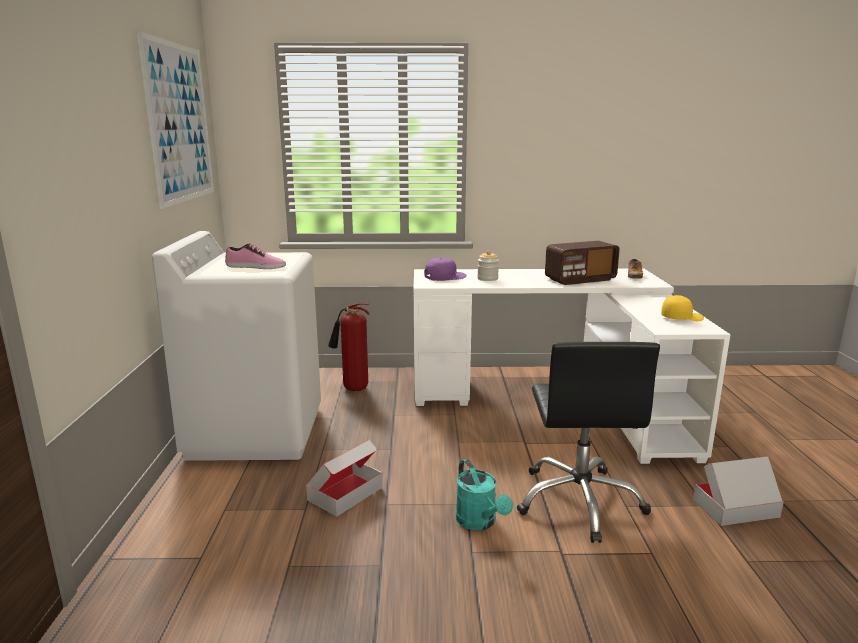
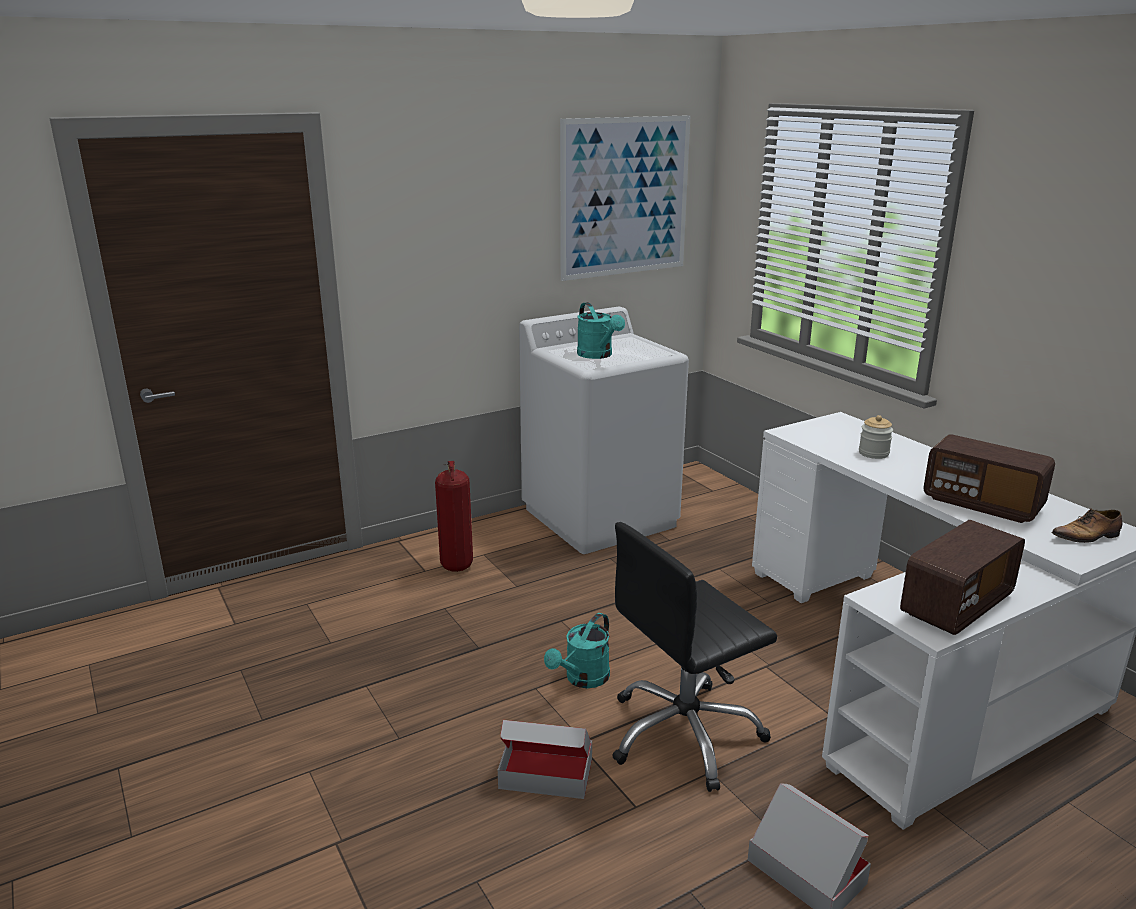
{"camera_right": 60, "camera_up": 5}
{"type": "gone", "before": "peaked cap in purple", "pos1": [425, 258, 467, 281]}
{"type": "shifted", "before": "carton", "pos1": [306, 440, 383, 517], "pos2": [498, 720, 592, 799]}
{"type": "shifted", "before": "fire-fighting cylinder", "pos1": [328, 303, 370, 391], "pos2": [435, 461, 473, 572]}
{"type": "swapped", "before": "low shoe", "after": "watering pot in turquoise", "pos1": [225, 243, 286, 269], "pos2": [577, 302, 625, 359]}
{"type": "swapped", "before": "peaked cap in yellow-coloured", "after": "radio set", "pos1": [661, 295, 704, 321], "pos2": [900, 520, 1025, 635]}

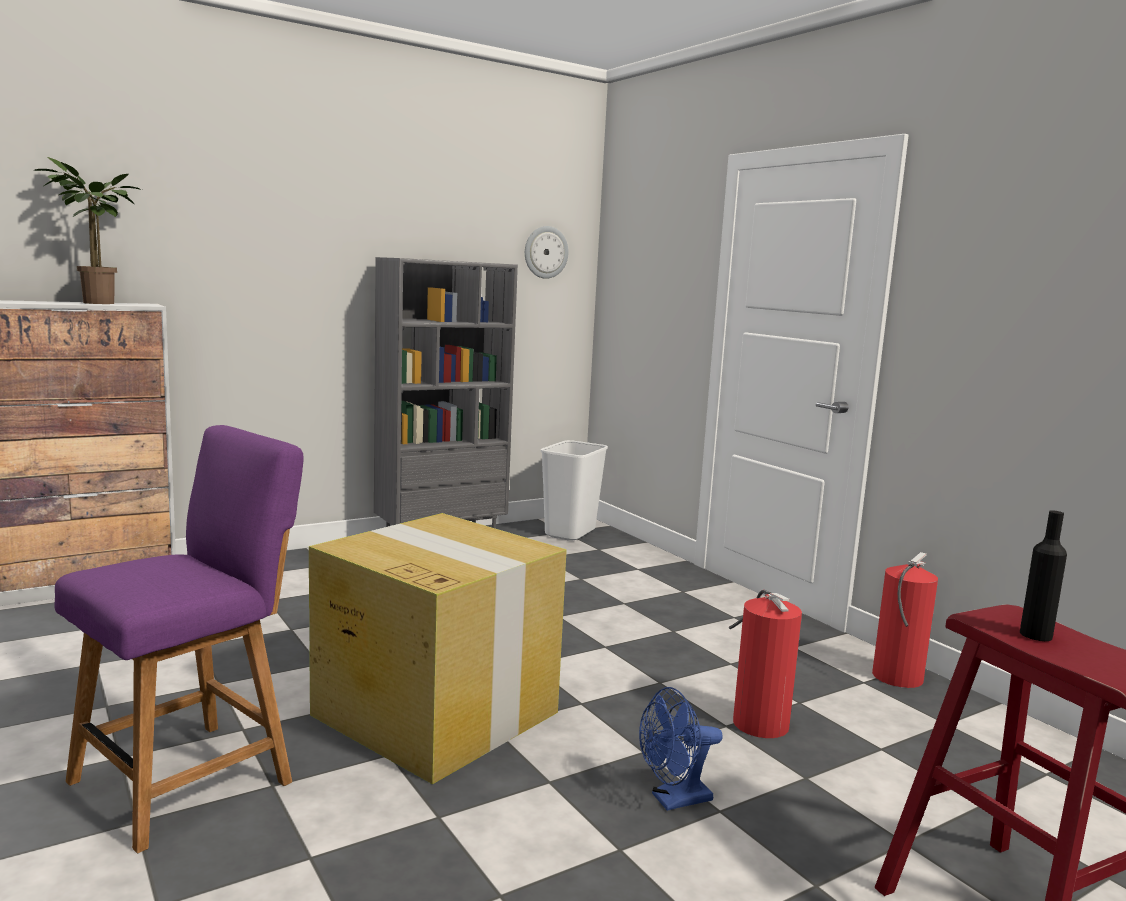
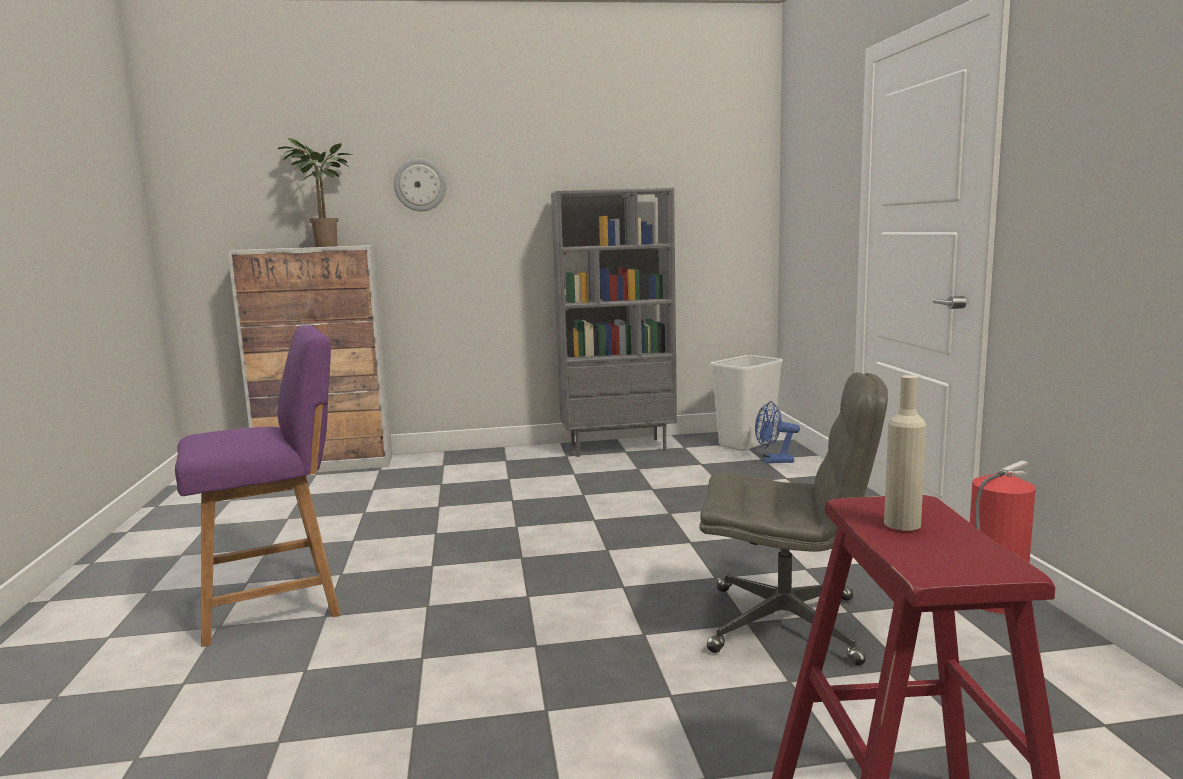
{"camera_right": 25, "camera_up": 0}
{"type": "gone", "before": "carton", "pos1": [309, 513, 567, 784]}
{"type": "shifted", "before": "hanging clock", "pos1": [525, 226, 569, 279], "pos2": [394, 158, 446, 211]}
{"type": "shifted", "before": "cooling fan in blue-coloured", "pos1": [639, 687, 723, 811], "pos2": [755, 401, 800, 463]}
{"type": "swapped", "before": "fire-fighting cylinder", "after": "office chair in greyish", "pos1": [729, 590, 802, 738], "pos2": [700, 372, 888, 665]}
{"type": "repainted", "before": "beverage bottle in black-coloured", "after": "beverage bottle in beige", "pos1": [1020, 510, 1067, 641], "pos2": [884, 375, 926, 531]}

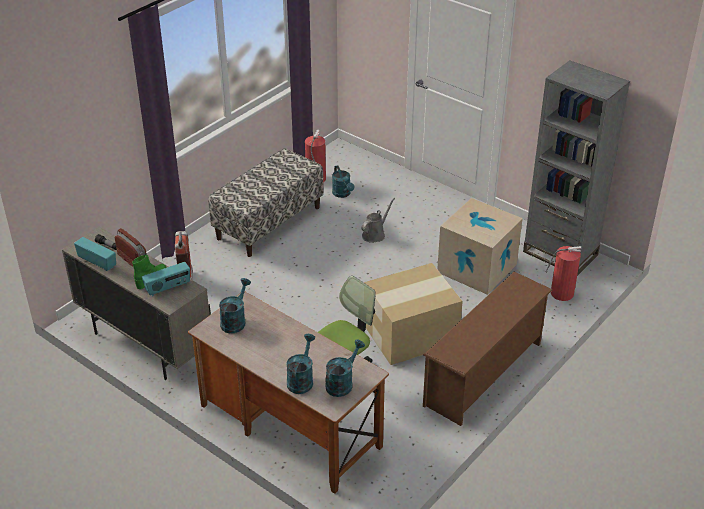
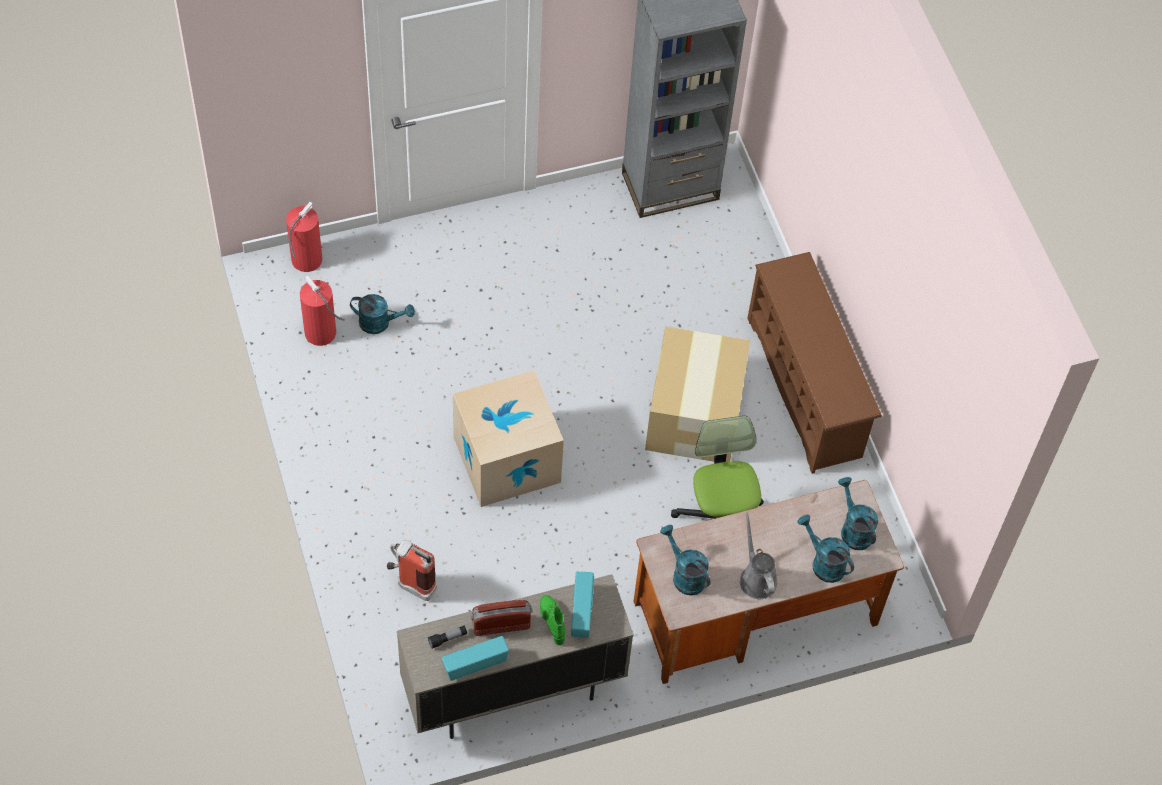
{"camera_right": -60, "camera_up": 20}
{"type": "gone", "before": "long seat", "pos1": [208, 148, 324, 257]}
{"type": "shifted", "before": "watering pot in greyish", "pos1": [362, 198, 395, 243], "pos2": [740, 513, 777, 599]}
{"type": "shifted", "before": "carton", "pos1": [437, 198, 523, 295], "pos2": [453, 370, 564, 507]}
{"type": "shifted", "before": "fire-fighting cylinder", "pos1": [546, 246, 582, 301], "pos2": [286, 202, 322, 272]}

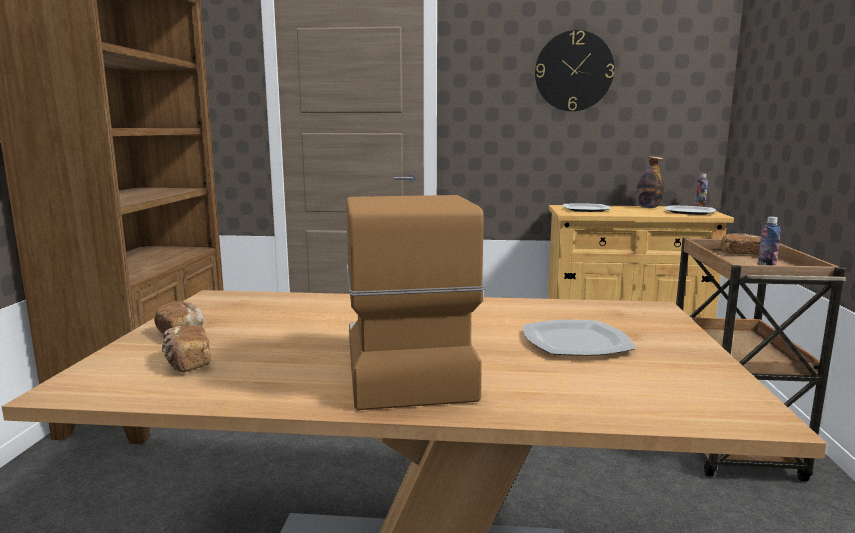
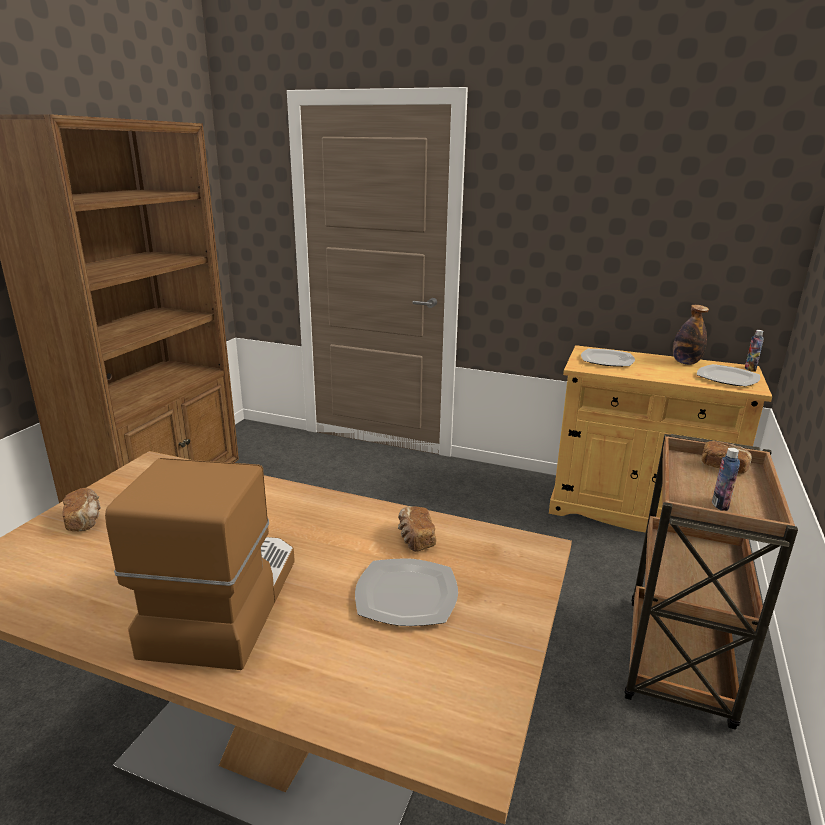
{"camera_right": 15, "camera_up": 10}
{"type": "gone", "before": "hanging clock", "pos1": [535, 30, 614, 111]}
{"type": "shifted", "before": "bread", "pos1": [162, 326, 211, 372], "pos2": [398, 506, 436, 552]}

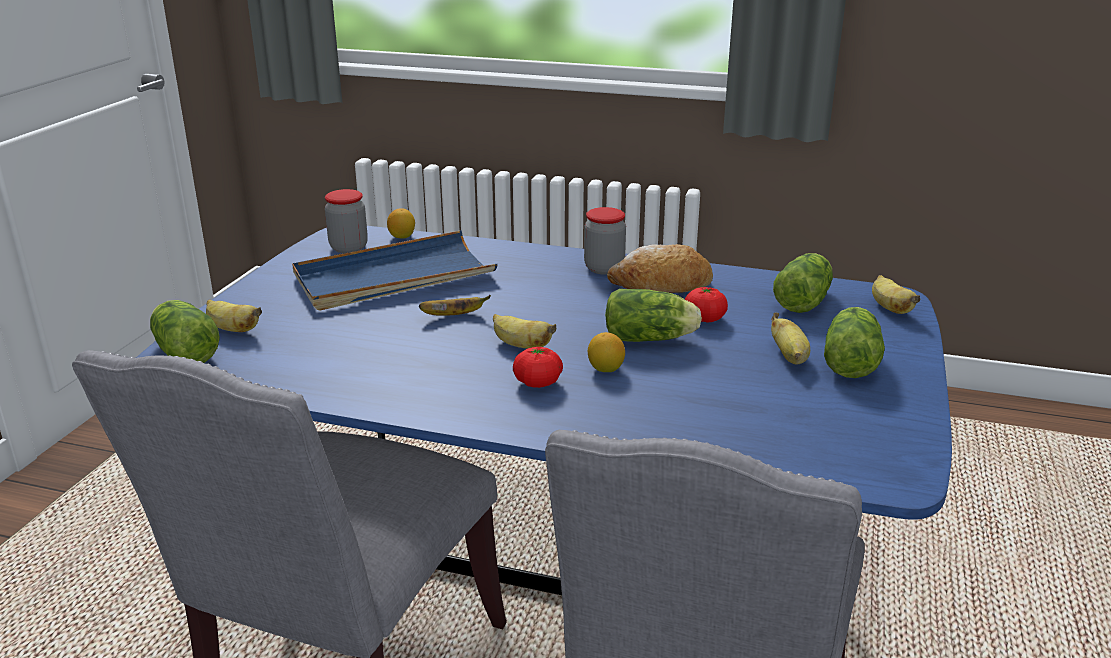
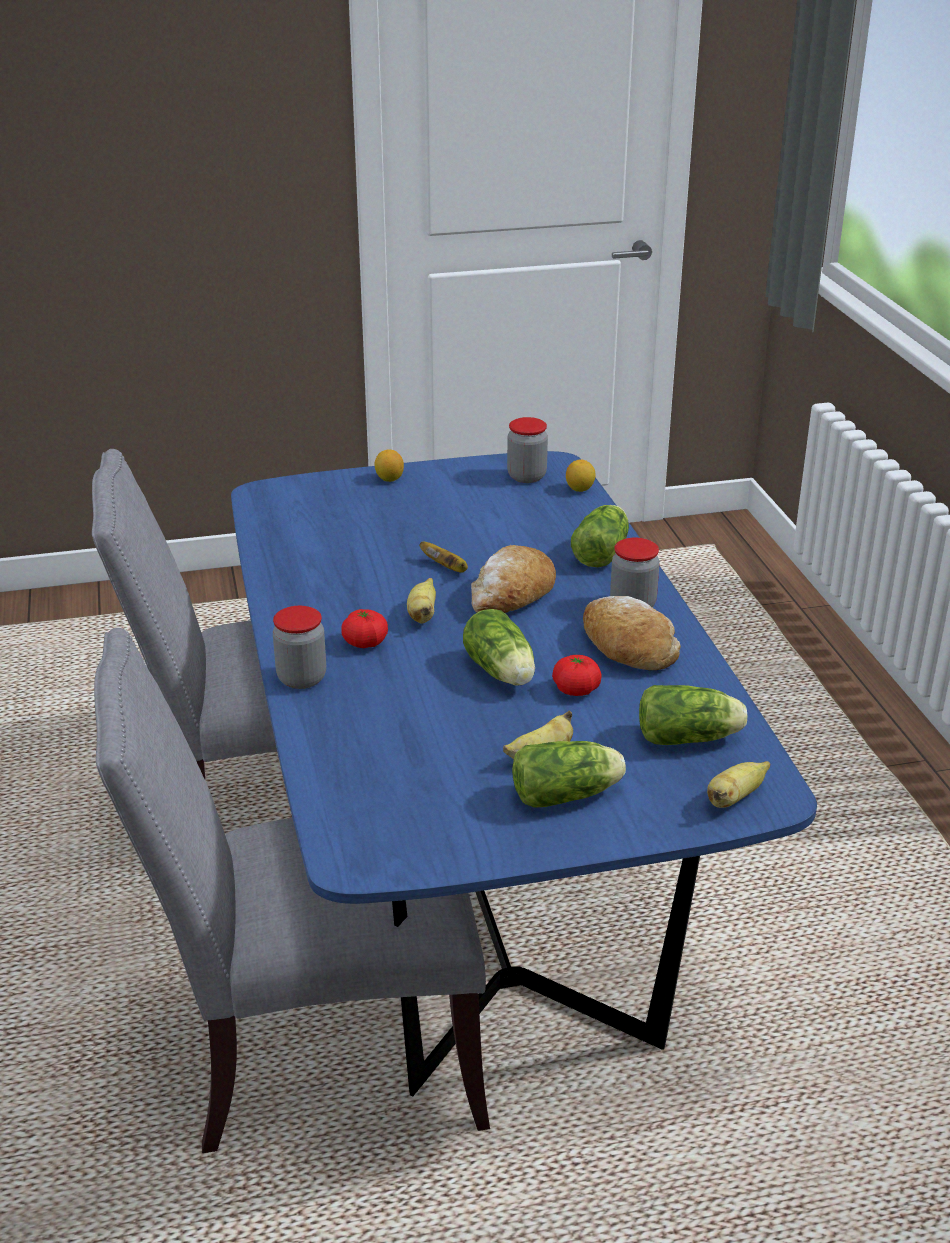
{"camera_right": 60, "camera_up": 5}
{"type": "gone", "before": "banana", "pos1": [206, 299, 262, 332]}
{"type": "gone", "before": "serving tray in blue-coloured", "pos1": [292, 230, 497, 311]}
{"type": "new", "after": "storage jar", "pos2": [273, 606, 326, 689]}
{"type": "new", "after": "bread", "pos2": [471, 545, 556, 613]}
{"type": "shifted", "before": "head of lettuce", "pos1": [150, 300, 220, 363], "pos2": [571, 505, 629, 567]}
{"type": "shifted", "before": "lemon", "pos1": [588, 332, 625, 372], "pos2": [374, 449, 404, 482]}

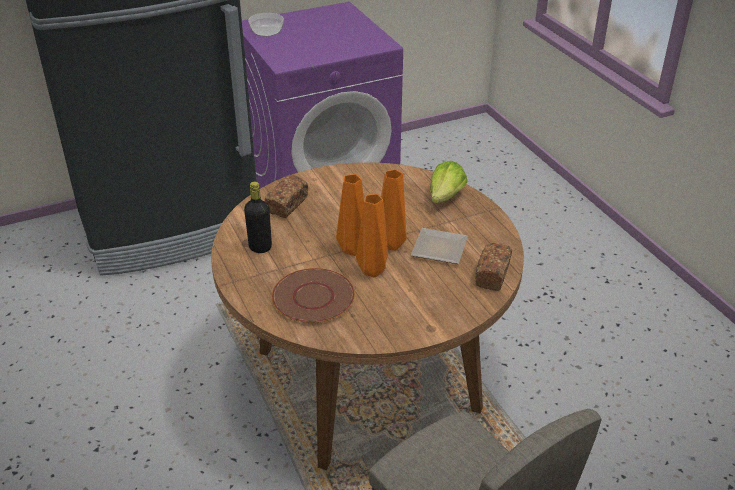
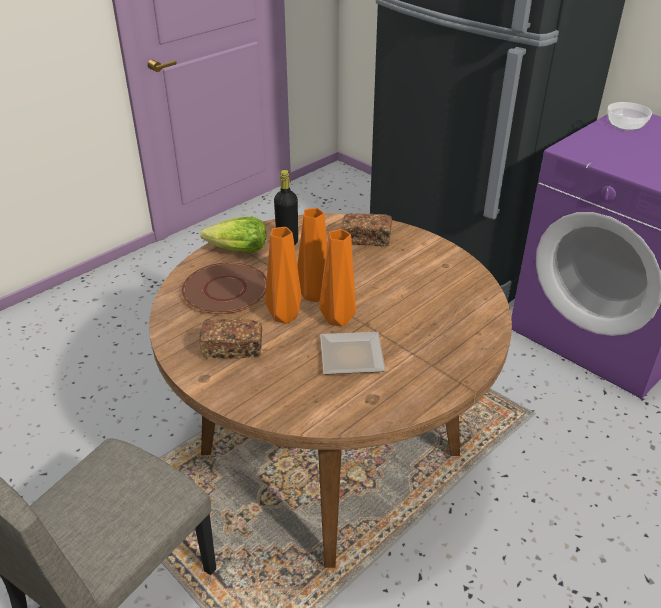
{"camera_right": 70, "camera_up": 0}
{"type": "shifted", "before": "head of lettuce", "pos1": [430, 161, 468, 203], "pos2": [200, 217, 266, 253]}
{"type": "shifted", "before": "bread", "pos1": [475, 243, 512, 291], "pos2": [200, 318, 262, 359]}

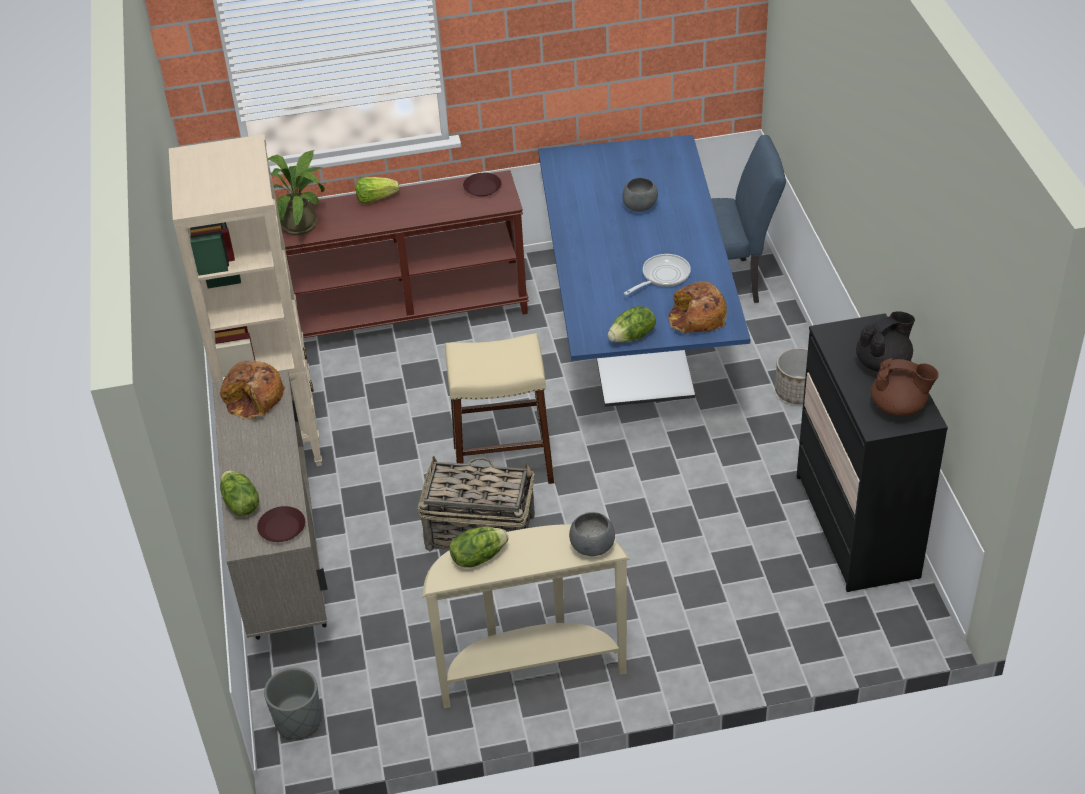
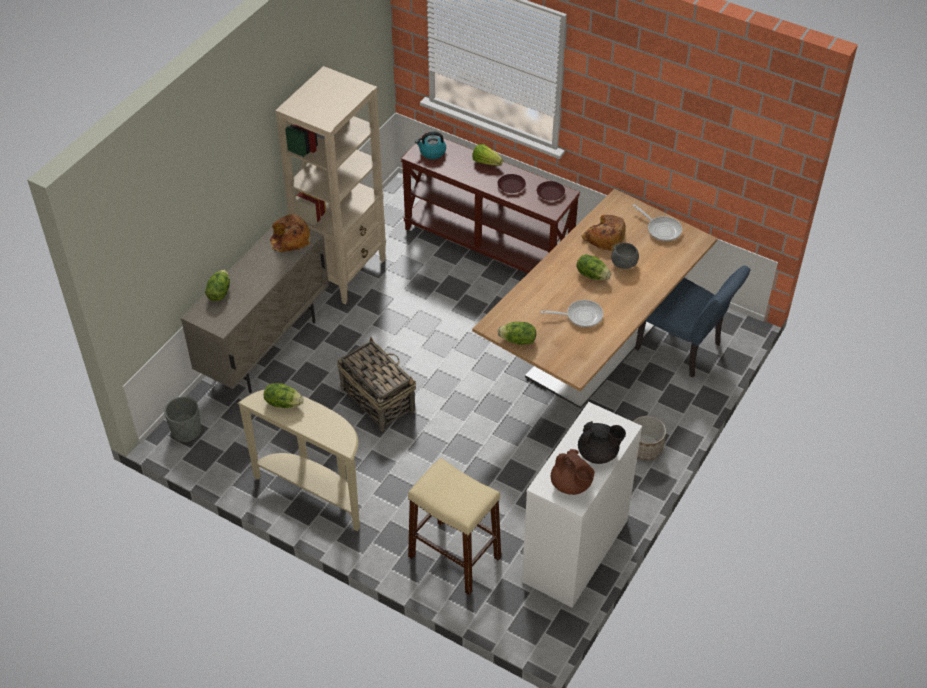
{"camera_right": 40, "camera_up": 5}
{"type": "gone", "before": "serving bowl in greyish", "pos1": [569, 512, 615, 556]}
{"type": "new", "after": "head of lettuce", "pos2": [576, 254, 611, 280]}
{"type": "new", "after": "skillet", "pos2": [633, 204, 682, 242]}
{"type": "shifted", "before": "plate in brown-coloured", "pos1": [257, 506, 305, 542], "pos2": [497, 174, 526, 193]}
{"type": "shifted", "before": "stool in beige", "pos1": [445, 333, 554, 484], "pos2": [408, 457, 501, 595]}
{"type": "shifted", "before": "bread", "pos1": [668, 281, 727, 334], "pos2": [581, 215, 626, 251]}
{"type": "swapped", "before": "plant in a pot", "after": "kettle", "pos1": [268, 150, 325, 235], "pos2": [415, 131, 446, 159]}
{"type": "repainted", "before": "dinner table in blue-coloured", "after": "dinner table in beige", "pos1": [538, 135, 750, 407], "pos2": [472, 188, 718, 409]}
{"type": "repainted", "before": "chest of drawers in black-coloured", "after": "chest of drawers in white", "pos1": [797, 313, 948, 592], "pos2": [522, 402, 642, 608]}

